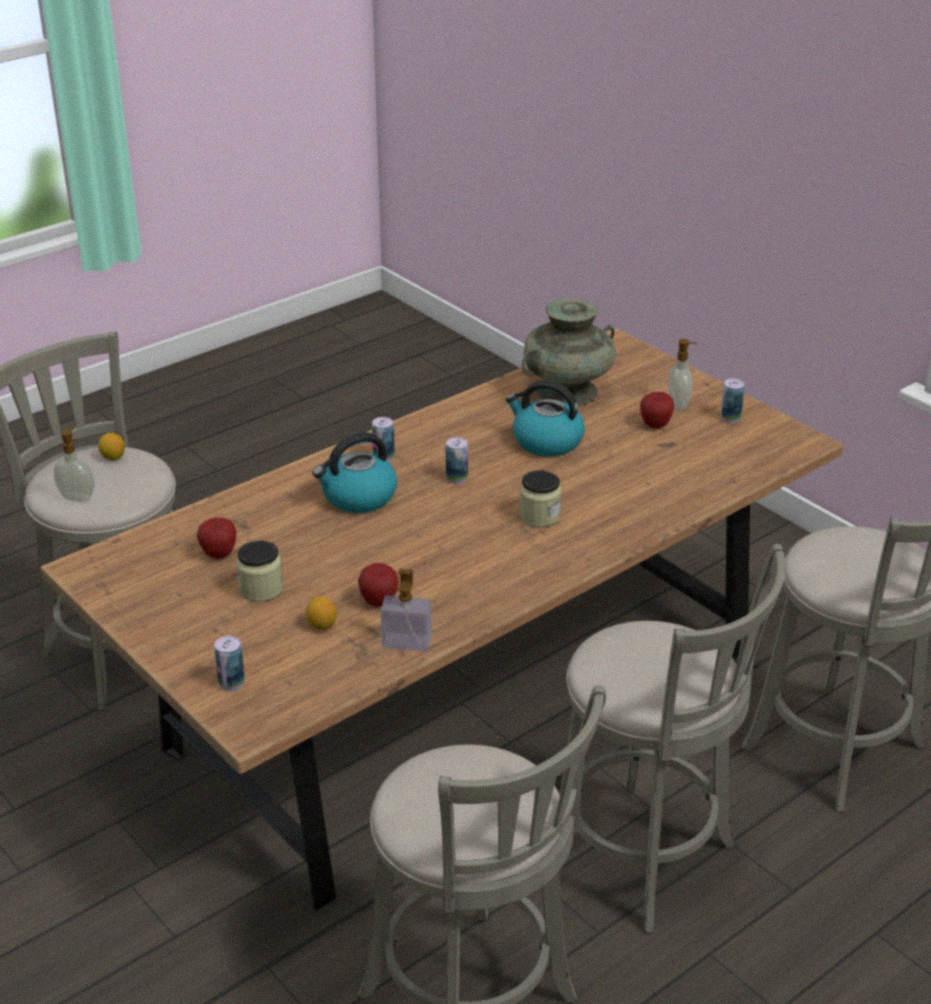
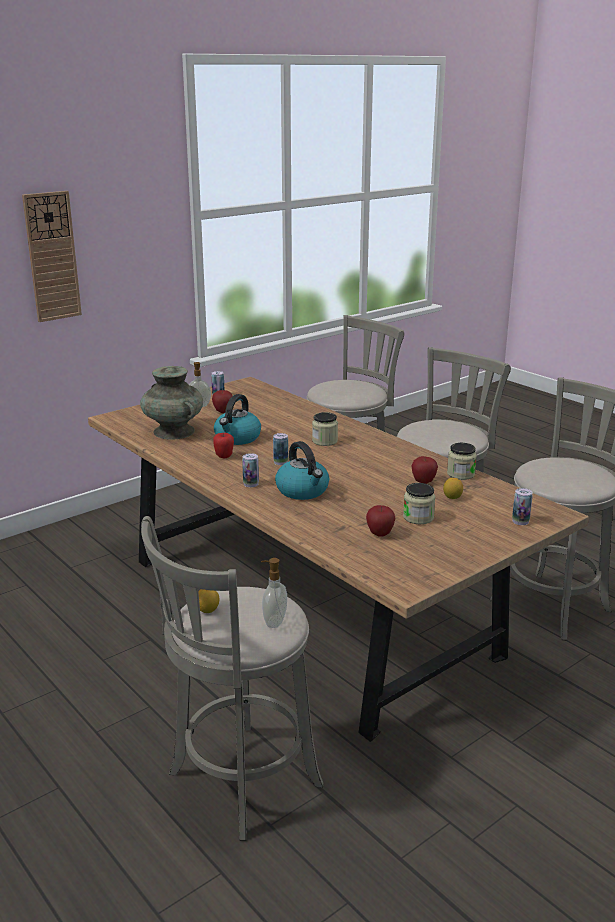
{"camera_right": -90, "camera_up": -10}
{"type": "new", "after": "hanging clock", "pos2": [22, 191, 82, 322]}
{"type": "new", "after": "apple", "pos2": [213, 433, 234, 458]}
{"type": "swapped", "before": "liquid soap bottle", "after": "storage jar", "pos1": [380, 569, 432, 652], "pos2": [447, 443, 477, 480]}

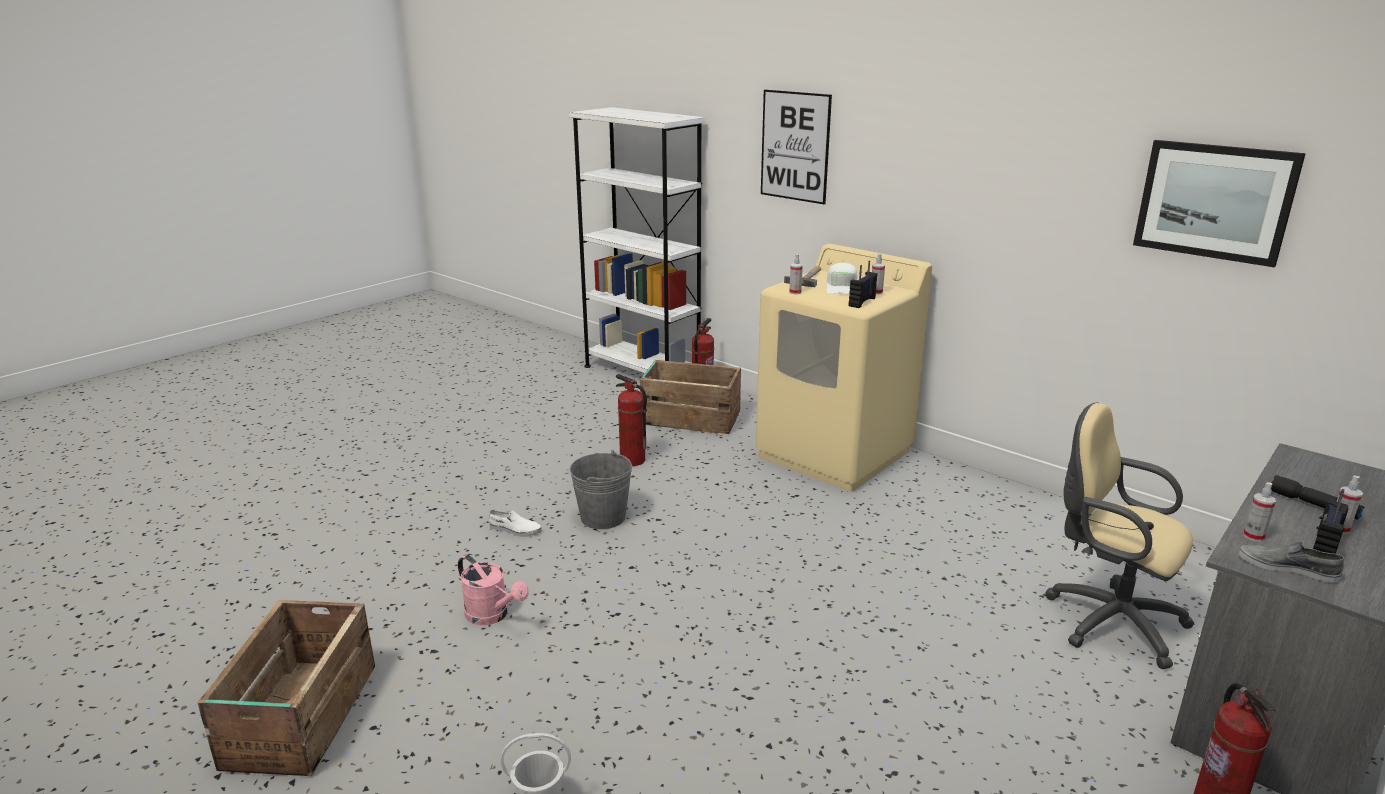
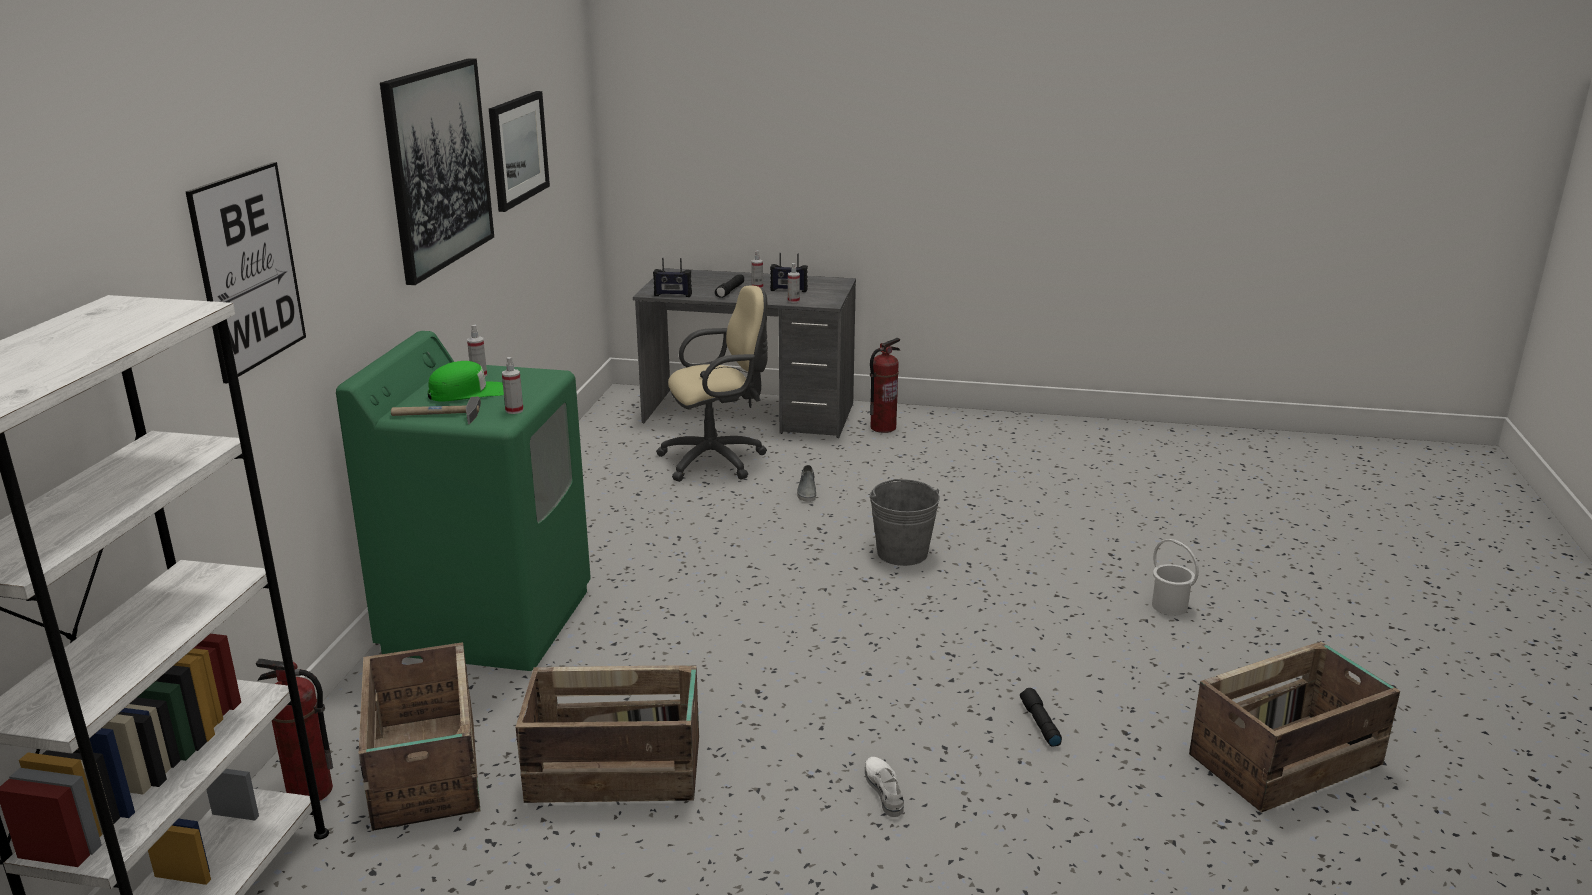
{"camera_right": -120, "camera_up": 0}
{"type": "new", "after": "picture", "pos2": [380, 58, 494, 285]}
{"type": "shifted", "before": "bucket in greyish", "pos1": [570, 450, 632, 529], "pos2": [870, 479, 940, 566]}
{"type": "shifted", "before": "radio set", "pos1": [849, 261, 877, 308], "pos2": [653, 258, 692, 297]}
{"type": "shifted", "before": "low shoe in greyish", "pos1": [1239, 542, 1344, 583], "pos2": [797, 465, 816, 502]}
{"type": "swapped", "before": "watering pot in pink-coloured", "after": "torch in black-coloured", "pos1": [458, 555, 529, 625], "pos2": [1020, 688, 1062, 747]}
{"type": "swapped", "before": "fire-fighting cylinder", "after": "packing crate", "pos1": [616, 374, 647, 466], "pos2": [516, 665, 699, 803]}
{"type": "repainted", "before": "laundry machine in beige", "after": "laundry machine in green", "pos1": [756, 244, 932, 492], "pos2": [336, 331, 591, 671]}
{"type": "repainted", "before": "peaked cap in white", "after": "peaked cap in green", "pos1": [826, 263, 857, 294], "pos2": [428, 361, 504, 401]}
{"type": "rotated", "before": "office chair in beige", "pos1": [1045, 402, 1194, 669], "pos2": [656, 285, 768, 482], "turn": -120}

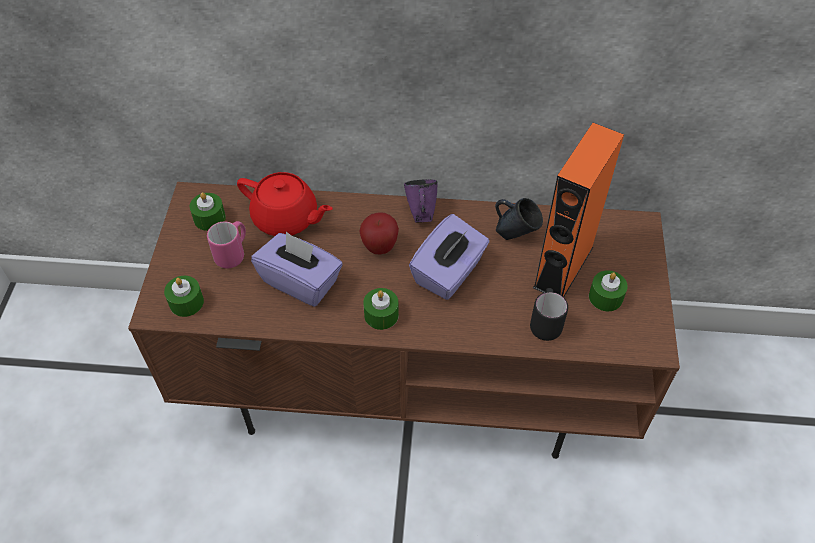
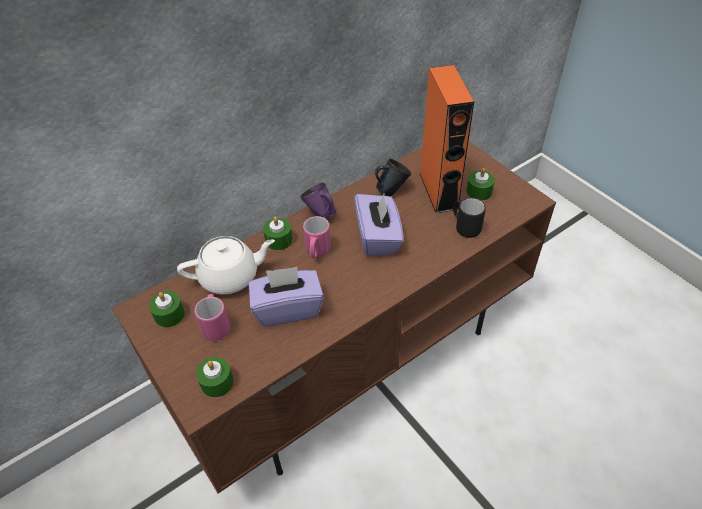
{"camera_right": -40, "camera_up": -5}
{"type": "shifted", "before": "wax candle in green", "pos1": [363, 288, 399, 330], "pos2": [263, 217, 293, 250]}
{"type": "swapped", "before": "apple", "after": "coffee mug in pink-coloured", "pos1": [359, 213, 399, 254], "pos2": [303, 216, 331, 259]}
{"type": "repainted", "before": "pot for tea in red-coloured", "after": "pot for tea in white", "pos1": [237, 172, 333, 236], "pos2": [177, 236, 275, 295]}

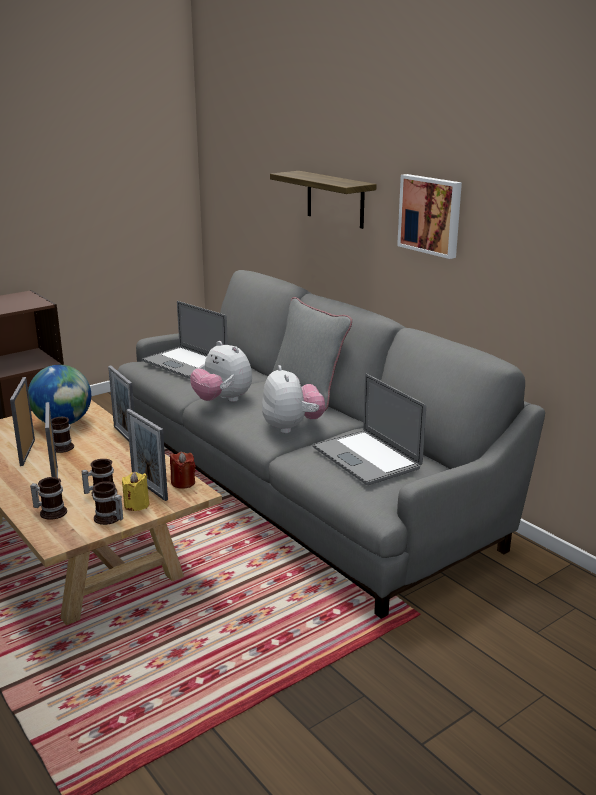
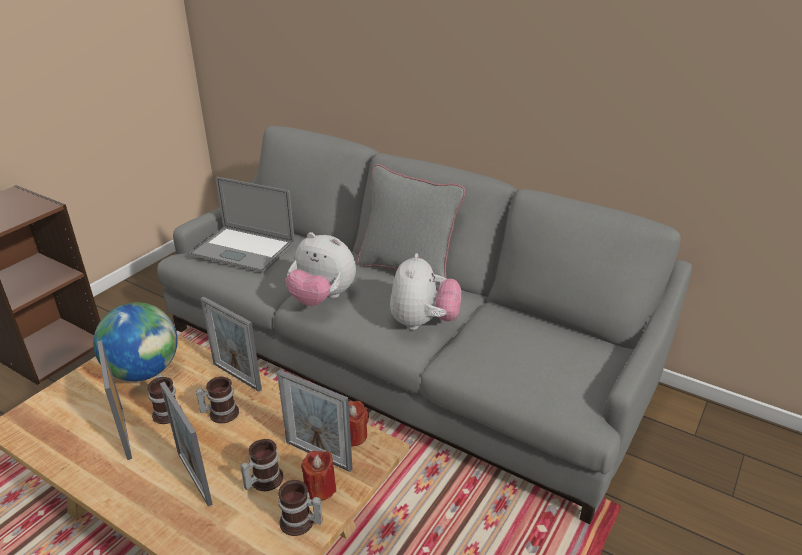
{"camera_right": -20, "camera_up": 10}
{"type": "gone", "before": "shelf", "pos1": [270, 171, 377, 229]}
{"type": "gone", "before": "laptop", "pos1": [312, 373, 426, 485]}
{"type": "gone", "before": "picture", "pos1": [397, 174, 462, 259]}
{"type": "shifted", "before": "coffee mug", "pos1": [30, 477, 67, 520], "pos2": [196, 377, 239, 423]}
{"type": "repainted", "before": "wax candle in yellow-coloured", "after": "wax candle in red-coloured", "pos1": [122, 472, 149, 511], "pos2": [301, 451, 336, 501]}
{"type": "rotated", "before": "plush toy", "pos1": [262, 365, 326, 434], "pos2": [390, 253, 461, 330], "turn": 45}

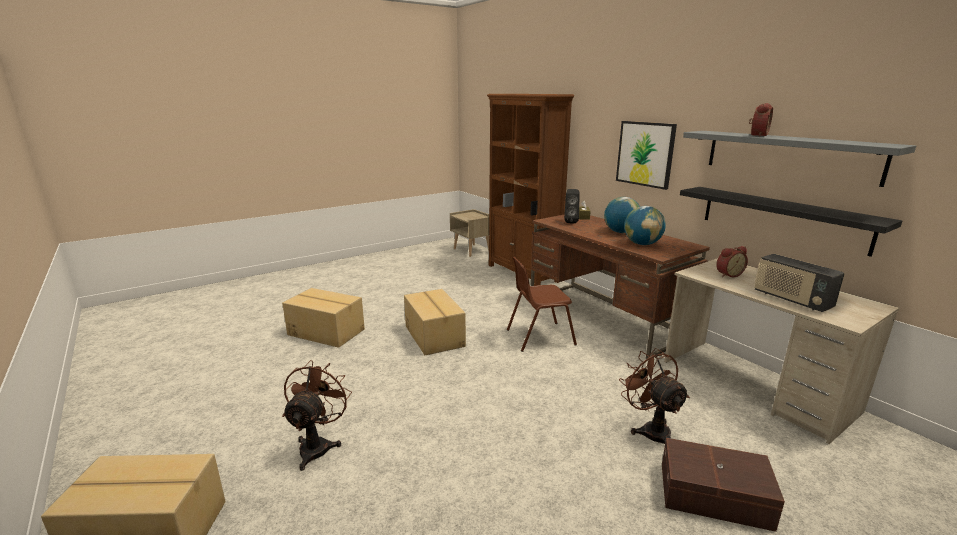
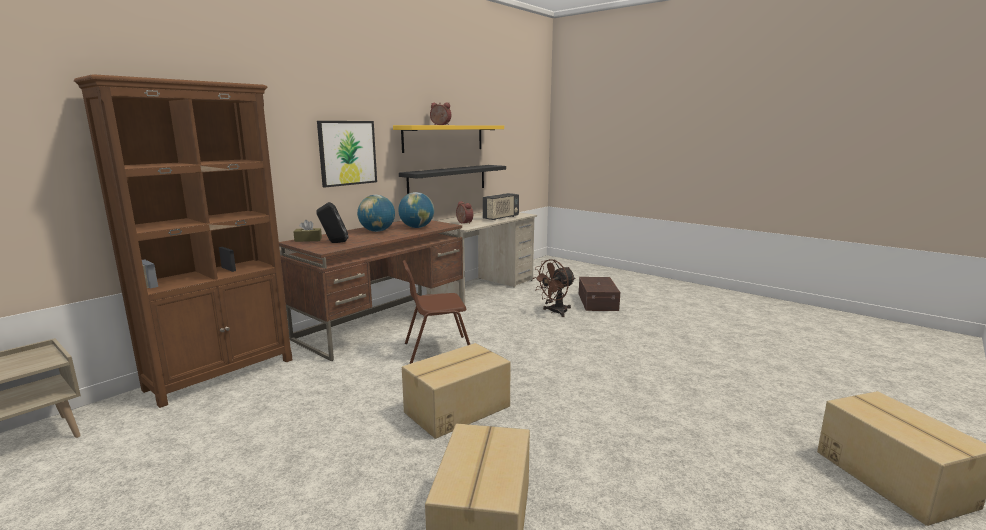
{"camera_right": -105, "camera_up": -5}
{"type": "gone", "before": "cooling fan in brown-coloured", "pos1": [282, 360, 352, 471]}
{"type": "repainted", "before": "shelf in greyish", "after": "shelf in yellow-coloured", "pos1": [683, 131, 916, 187], "pos2": [393, 125, 504, 153]}
{"type": "rotated", "before": "plain chair in brown-coloured", "pos1": [507, 257, 577, 352], "pos2": [403, 260, 470, 364], "turn": 105}

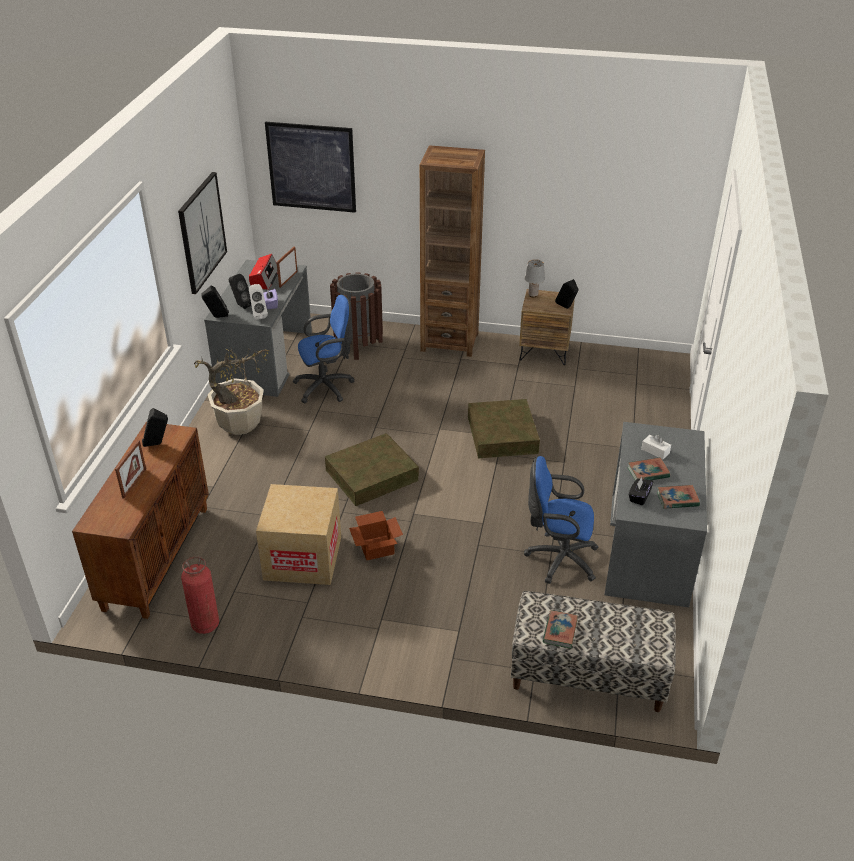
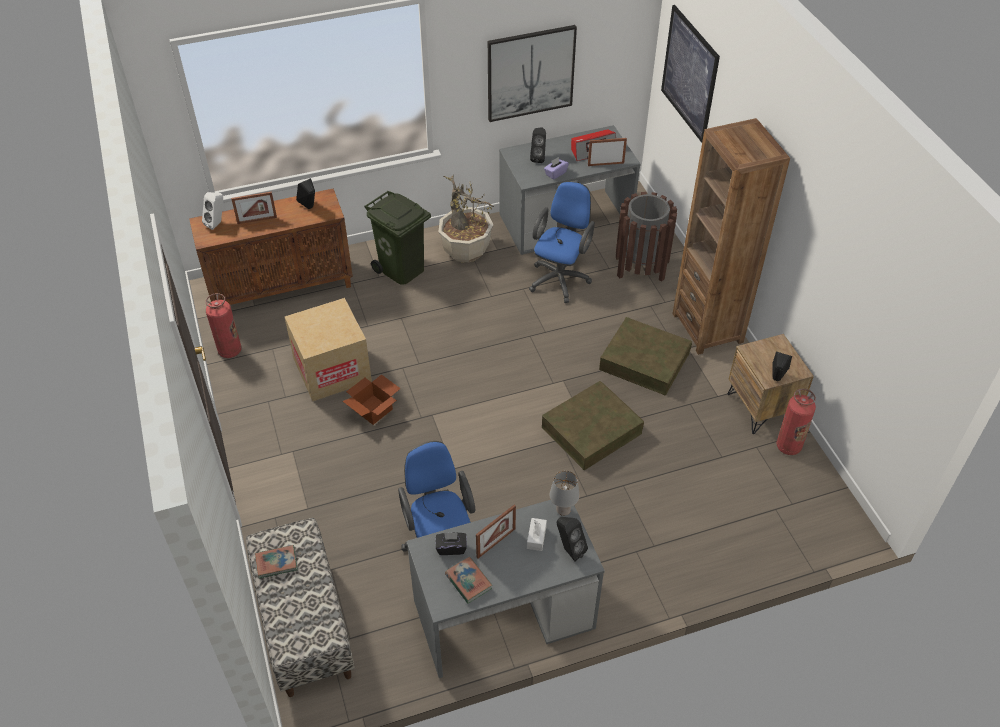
{"camera_right": 60, "camera_up": 10}
{"type": "new", "after": "trash can in green", "pos2": [364, 191, 431, 285]}
{"type": "new", "after": "fire-fighting cylinder", "pos2": [776, 388, 816, 455]}
{"type": "shifted", "before": "speaker in black-coloured", "pos1": [201, 286, 229, 318], "pos2": [557, 517, 588, 562]}
{"type": "shifted", "before": "speaker in white", "pos1": [249, 284, 268, 320], "pos2": [202, 192, 223, 230]}
{"type": "shifted", "before": "storage container in brown-coloured", "pos1": [325, 433, 419, 506], "pos2": [599, 317, 692, 395]}
{"type": "shifted", "before": "tabletop lamp in greyish", "pos1": [525, 259, 545, 297], "pos2": [549, 471, 580, 516]}
{"type": "swapped", "before": "volume", "after": "picture frame", "pos1": [627, 458, 670, 480], "pos2": [476, 505, 516, 558]}
{"type": "rotated", "before": "office chair in blue-coloured", "pos1": [293, 295, 355, 403], "pos2": [529, 182, 595, 303], "turn": -105}

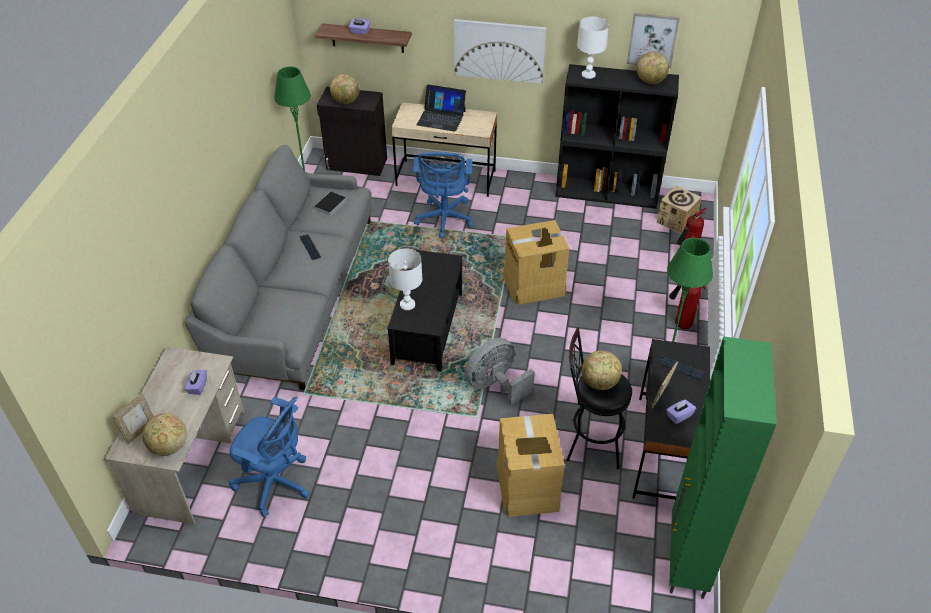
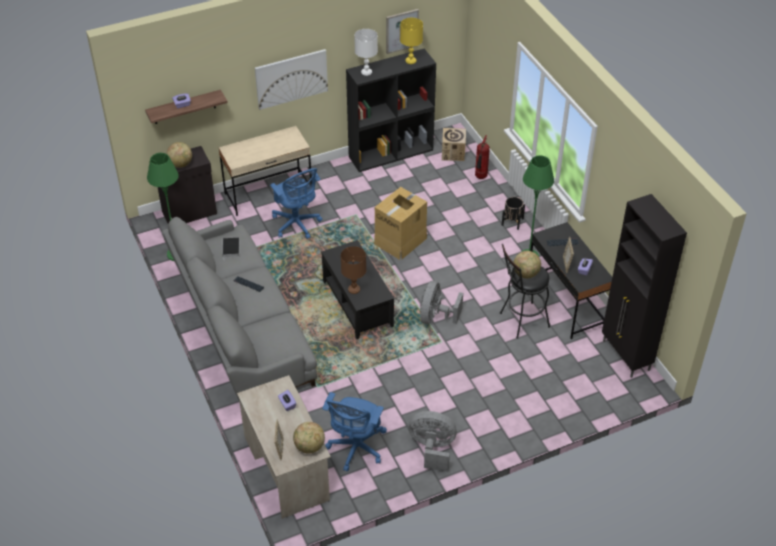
{"camera_right": -35, "camera_up": 0}
{"type": "gone", "before": "laptop", "pos1": [417, 84, 466, 132]}
{"type": "gone", "before": "carton", "pos1": [496, 414, 565, 517]}
{"type": "new", "after": "cooling fan in greyish", "pos2": [408, 411, 457, 472]}
{"type": "swapped", "before": "world globe", "after": "tabletop lamp in yellow-coloured", "pos1": [637, 51, 669, 84], "pos2": [400, 18, 423, 64]}
{"type": "swapped", "before": "fire-fighting cylinder", "after": "flower pot in black-coloured", "pos1": [669, 285, 706, 329], "pos2": [502, 197, 525, 230]}
{"type": "repainted", "before": "tabletop lamp in white", "after": "tabletop lamp in brown-coloured", "pos1": [388, 248, 422, 310], "pos2": [341, 246, 366, 294]}
{"type": "repainted", "before": "cupboard in green", "after": "cupboard in black-coloured", "pos1": [669, 336, 777, 599], "pos2": [602, 194, 687, 378]}
{"type": "rotated", "before": "office chair in blue-coloured", "pos1": [229, 397, 310, 517], "pos2": [322, 392, 387, 472], "turn": 120}

